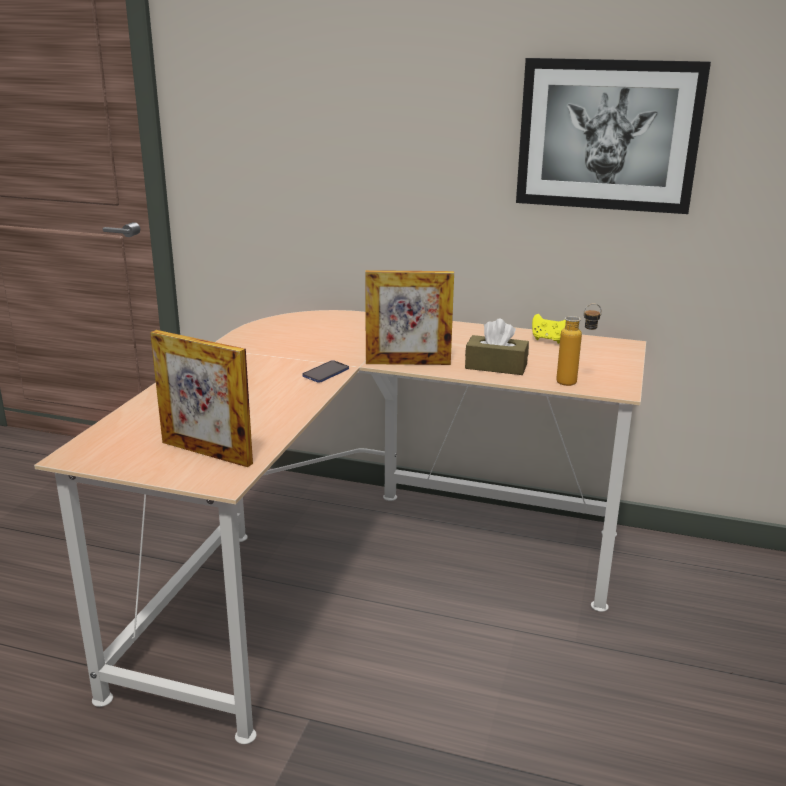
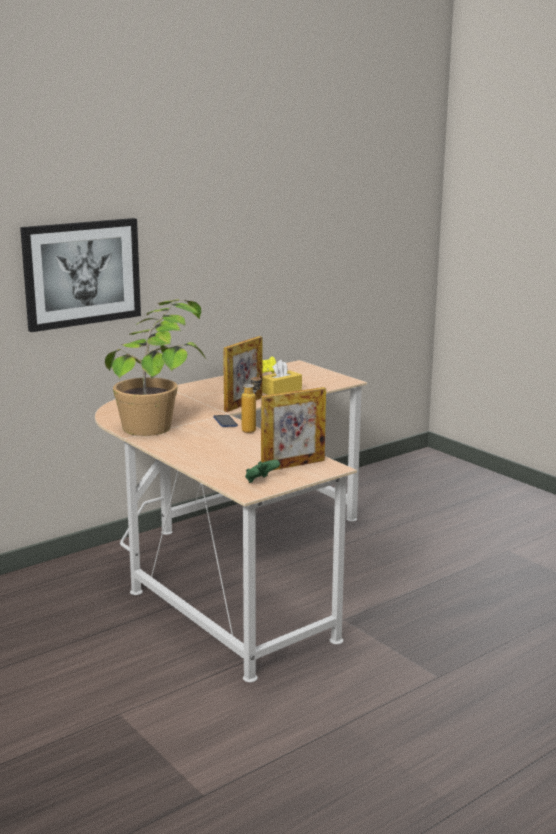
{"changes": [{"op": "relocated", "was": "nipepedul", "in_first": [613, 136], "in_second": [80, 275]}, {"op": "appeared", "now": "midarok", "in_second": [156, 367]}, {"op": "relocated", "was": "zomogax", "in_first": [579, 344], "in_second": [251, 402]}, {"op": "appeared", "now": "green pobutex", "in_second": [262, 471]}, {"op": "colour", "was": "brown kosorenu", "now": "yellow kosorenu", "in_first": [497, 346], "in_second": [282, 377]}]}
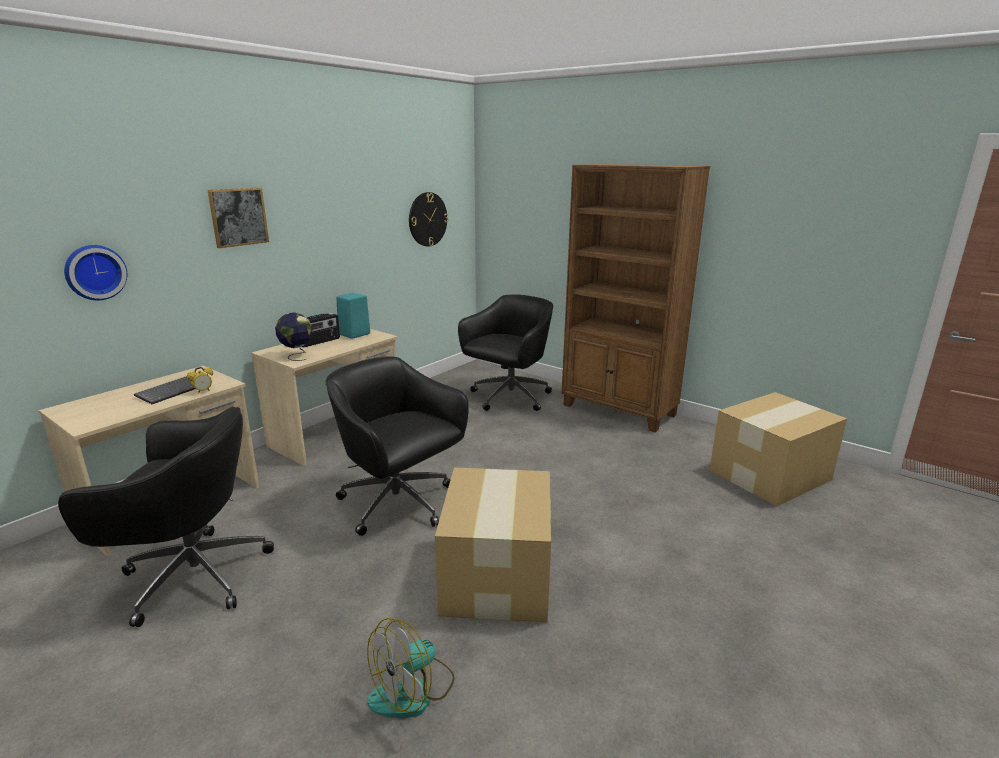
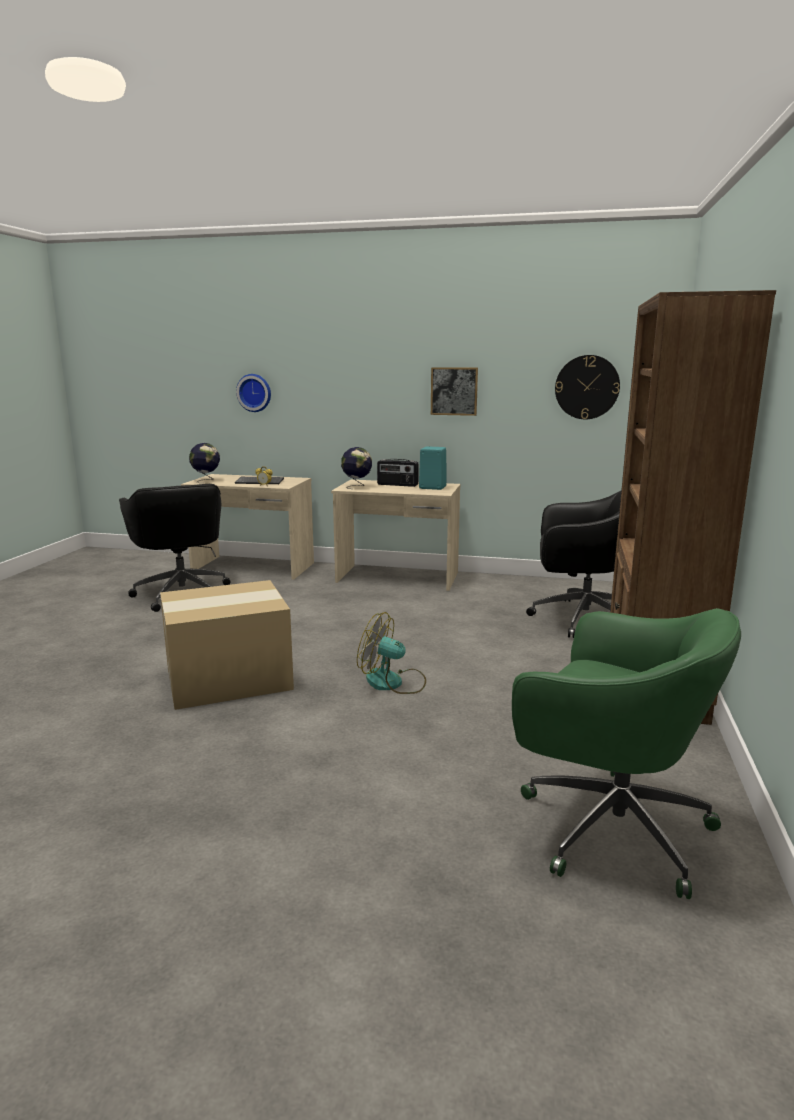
{"changes": [{"op": "appeared", "now": "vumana", "in_second": [204, 463]}, {"op": "relocated", "was": "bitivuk", "in_first": [411, 668], "in_second": [391, 653]}, {"op": "relocated", "was": "nipepedul", "in_first": [238, 217], "in_second": [454, 391]}, {"op": "exchanged", "was": "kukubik", "now": "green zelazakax", "in_first": [778, 449], "in_second": [626, 753]}, {"op": "missing", "was": "black zelazakax", "in_first": [397, 446]}]}
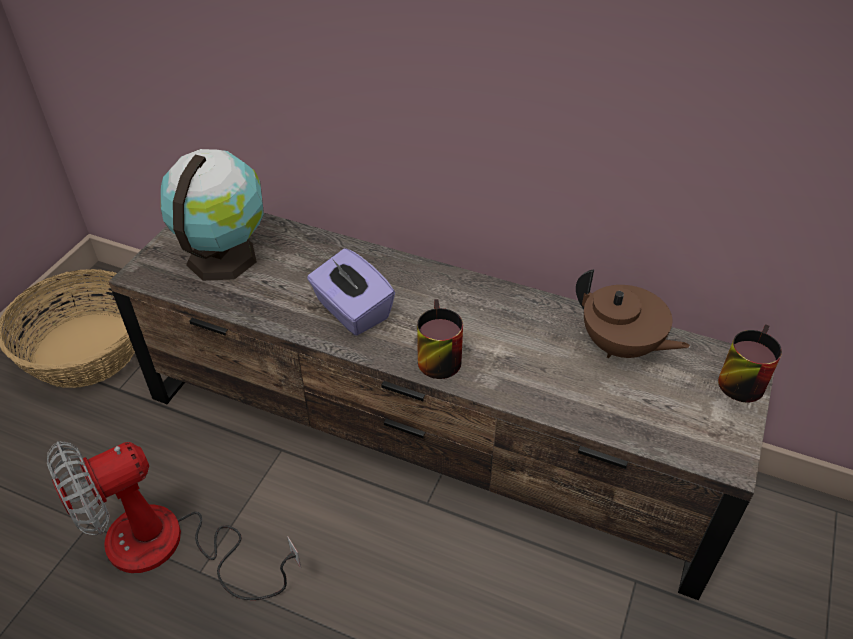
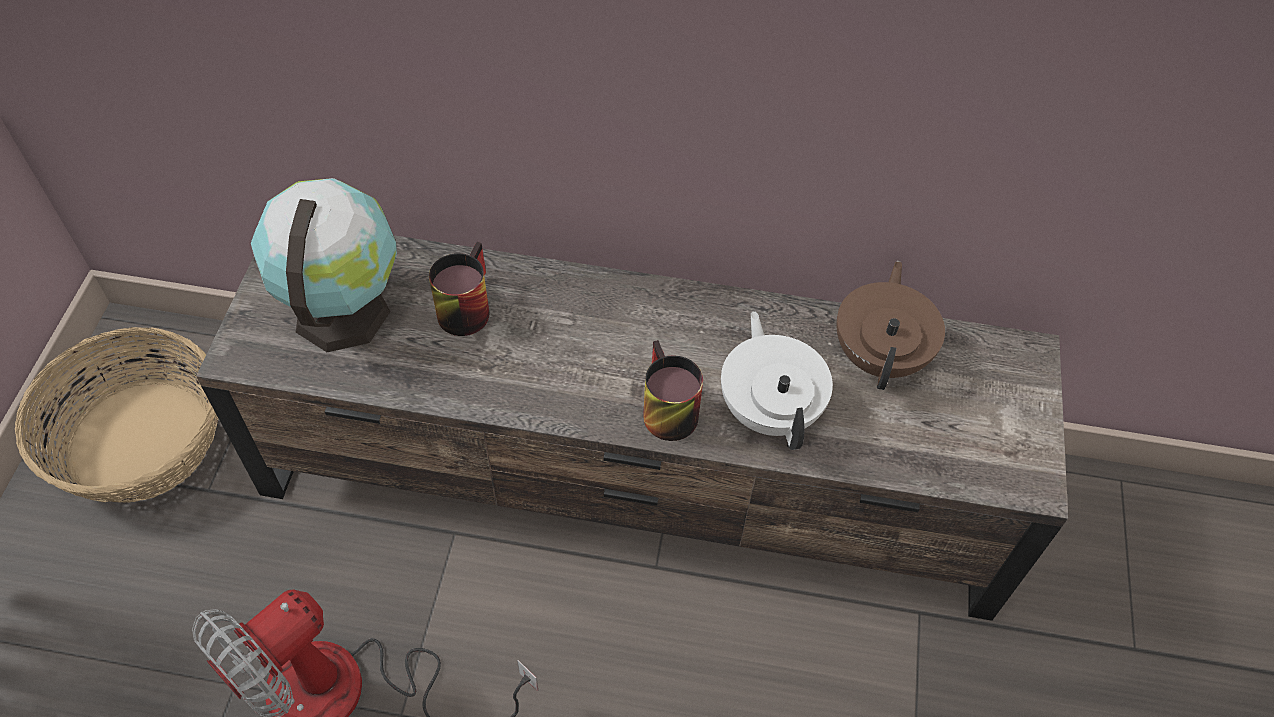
{"changes": [{"op": "relocated", "was": "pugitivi", "in_first": [750, 363], "in_second": [459, 289]}, {"op": "appeared", "now": "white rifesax", "in_second": [777, 380]}, {"op": "spun", "was": "brown rifesax", "in_first": [633, 314], "in_second": [891, 325], "clockwise": -105}, {"op": "missing", "was": "purple kosorenu", "in_first": [351, 292]}]}
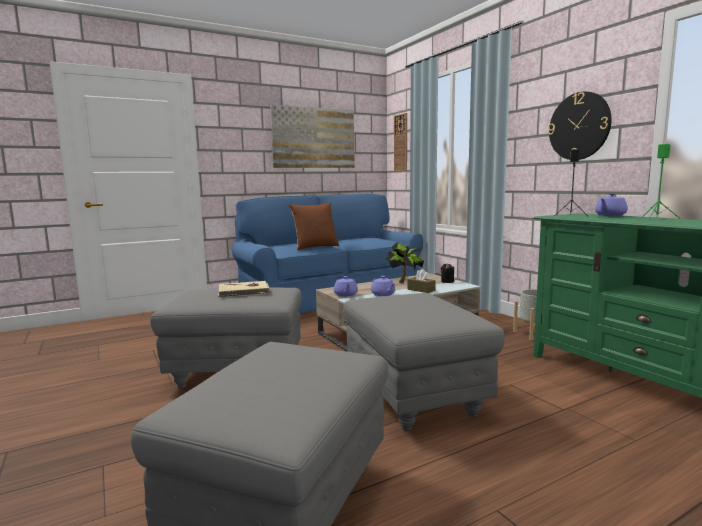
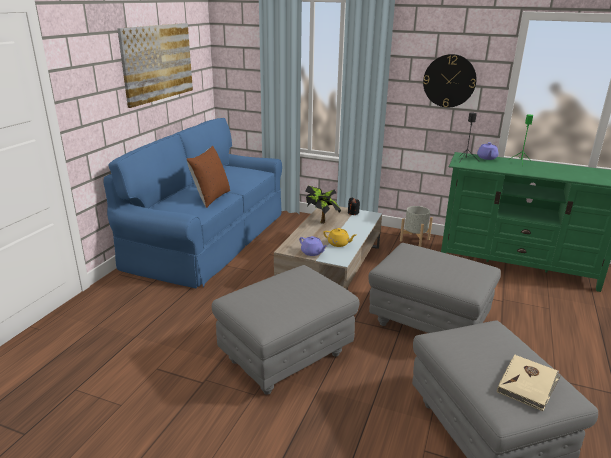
{"changes": [{"op": "colour", "was": "purple rifesax", "now": "yellow rifesax", "in_first": [383, 286], "in_second": [339, 237]}, {"op": "relocated", "was": "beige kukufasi", "in_first": [244, 289], "in_second": [529, 383]}, {"op": "missing", "was": "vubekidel", "in_first": [400, 142]}, {"op": "missing", "was": "brown kosorenu", "in_first": [422, 281]}]}
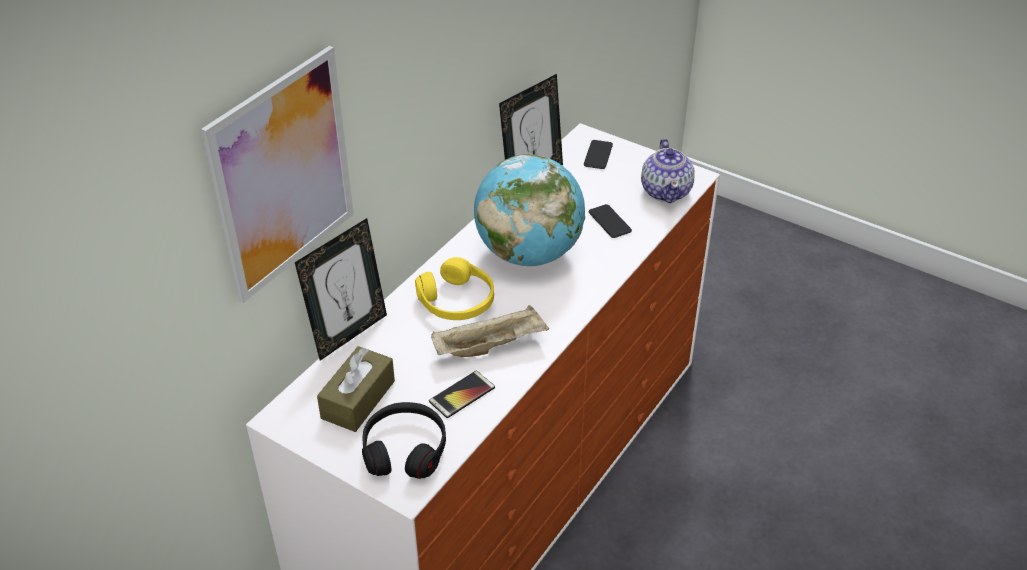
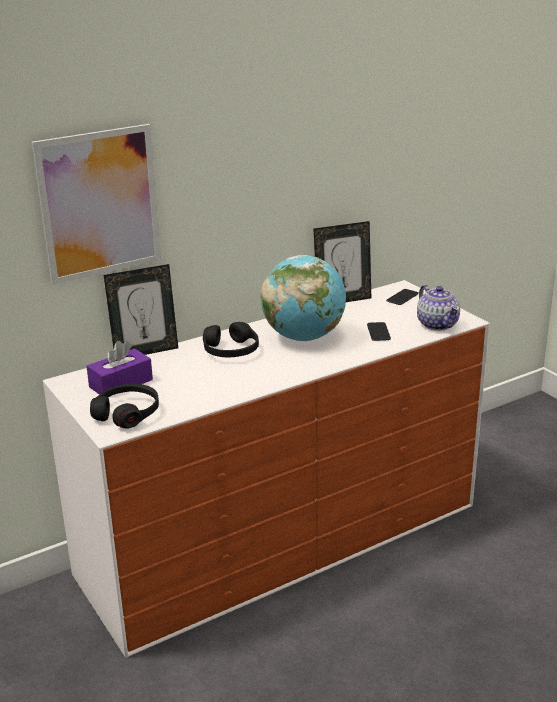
{"changes": [{"op": "colour", "was": "brown kosorenu", "now": "purple kosorenu", "in_first": [356, 389], "in_second": [119, 368]}, {"op": "colour", "was": "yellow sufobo", "now": "black sufobo", "in_first": [454, 288], "in_second": [231, 339]}, {"op": "spun", "was": "rifesax", "in_first": [668, 171], "in_second": [438, 308], "clockwise": -45}, {"op": "missing", "was": "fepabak", "in_first": [462, 394]}, {"op": "missing", "was": "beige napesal", "in_first": [490, 331]}]}
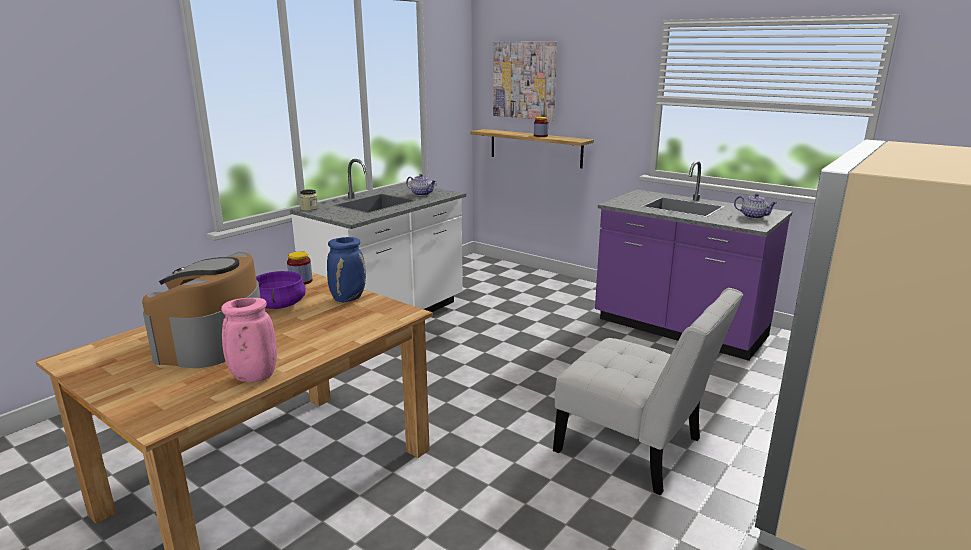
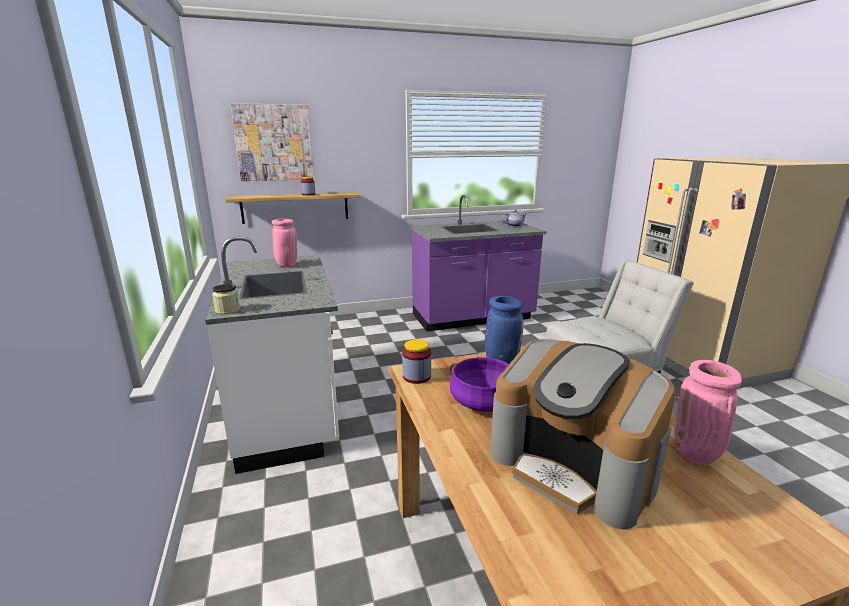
{"changes": [{"op": "exchanged", "was": "rifesax", "now": "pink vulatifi", "in_first": [421, 185], "in_second": [284, 242]}]}
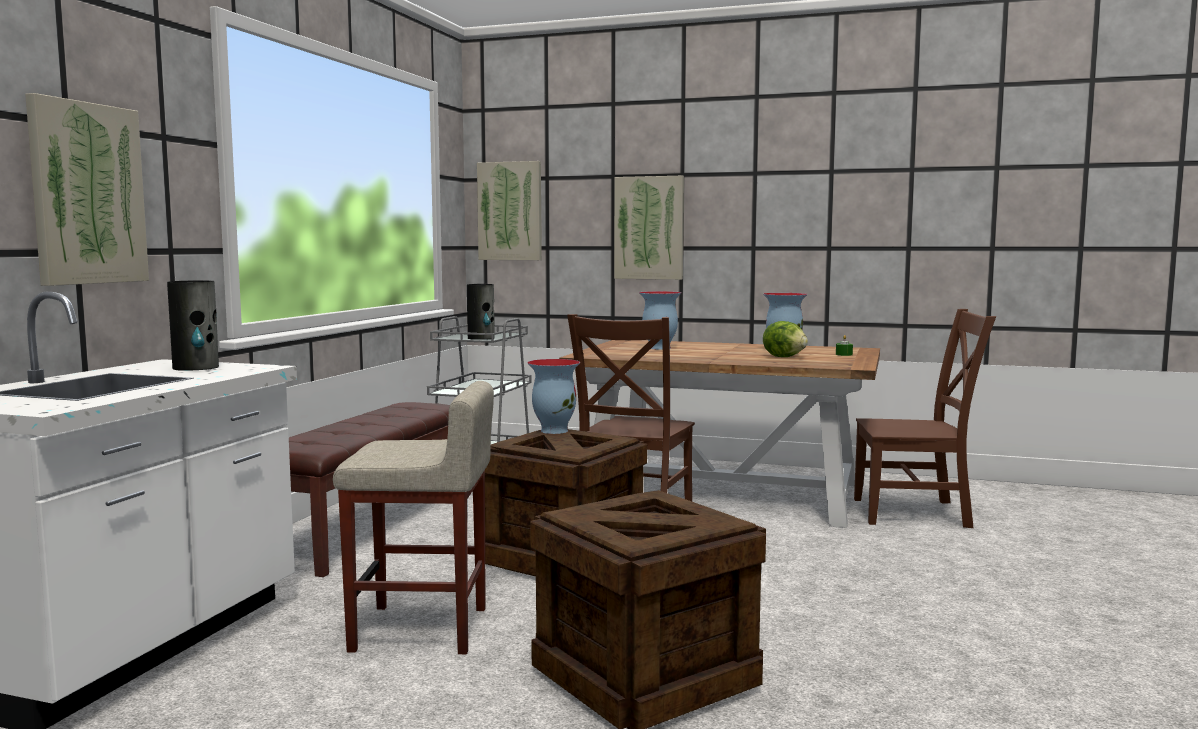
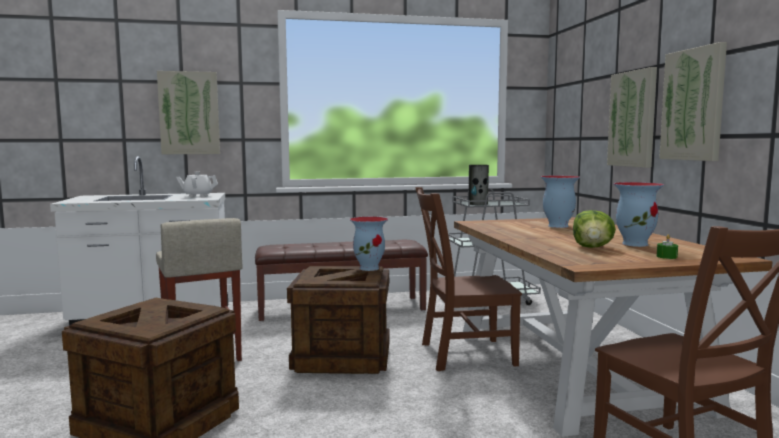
{"changes": [{"op": "exchanged", "was": "vulatifi", "now": "white rifesax", "in_first": [193, 326], "in_second": [197, 184]}, {"op": "relocated", "was": "nipepedul", "in_first": [509, 210], "in_second": [693, 101]}]}
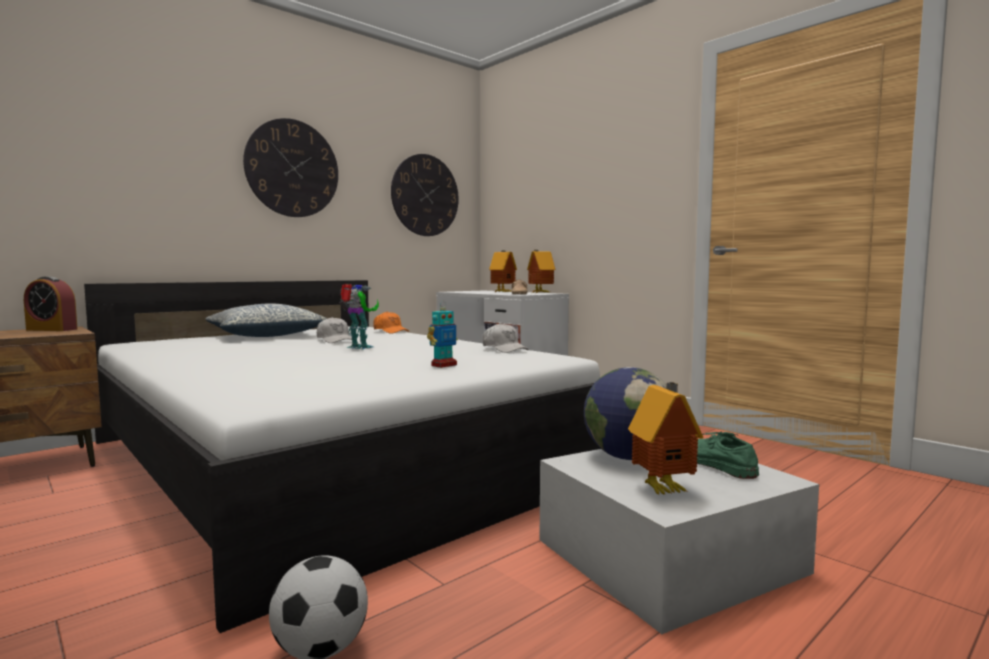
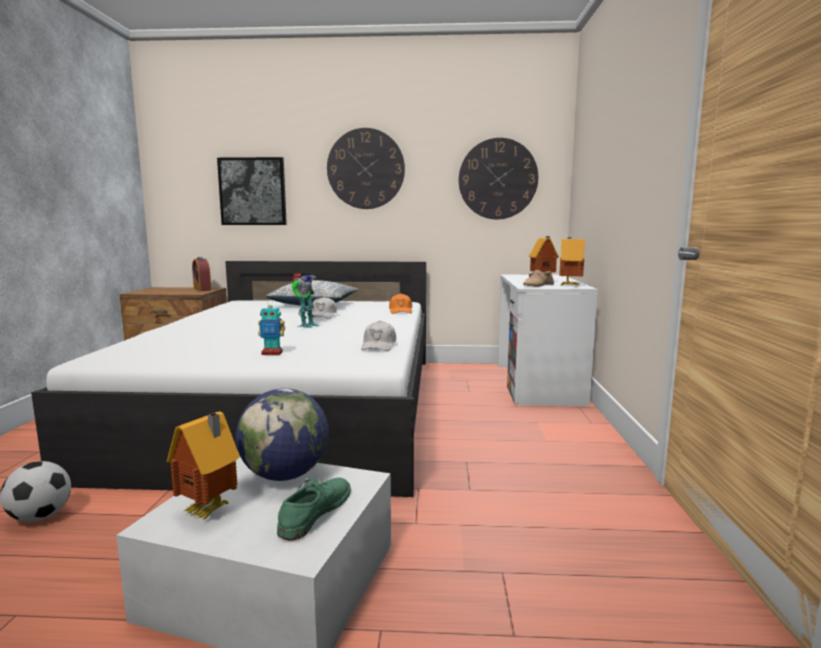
{"changes": [{"op": "appeared", "now": "nipepedul", "in_second": [252, 191]}, {"op": "spun", "was": "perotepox", "in_first": [359, 316], "in_second": [305, 301], "clockwise": 45}]}
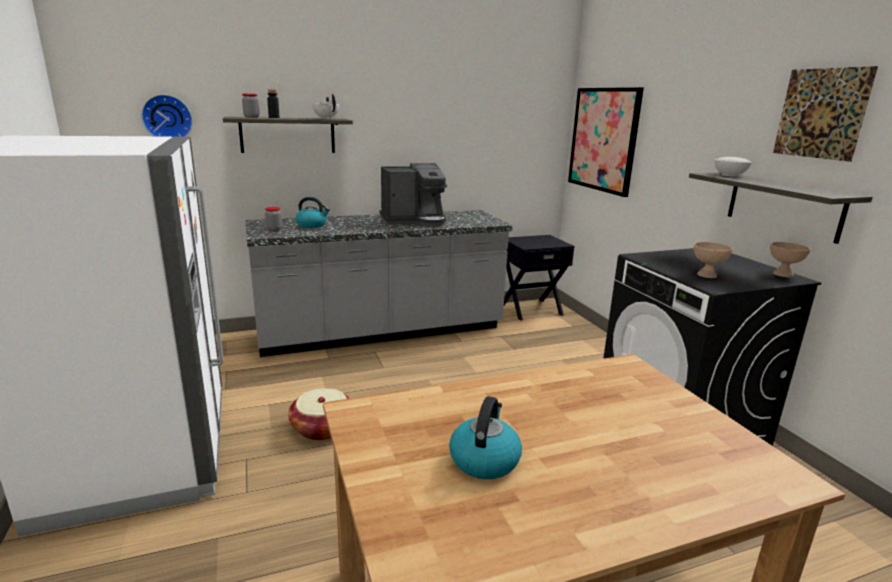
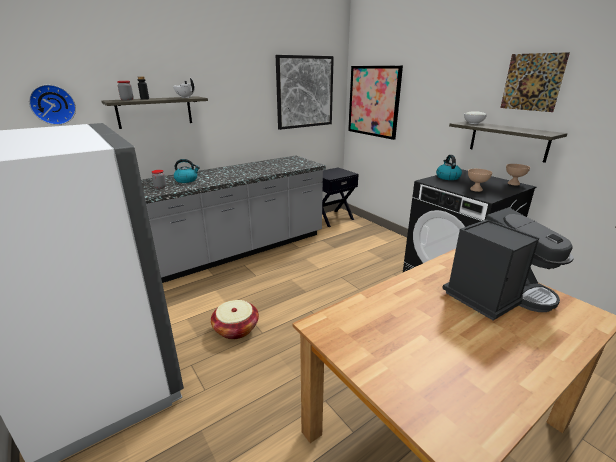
{"changes": [{"op": "appeared", "now": "nipepedul", "in_second": [305, 92]}, {"op": "relocated", "was": "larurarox", "in_first": [485, 437], "in_second": [449, 167]}, {"op": "relocated", "was": "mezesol", "in_first": [413, 195], "in_second": [508, 263]}]}
